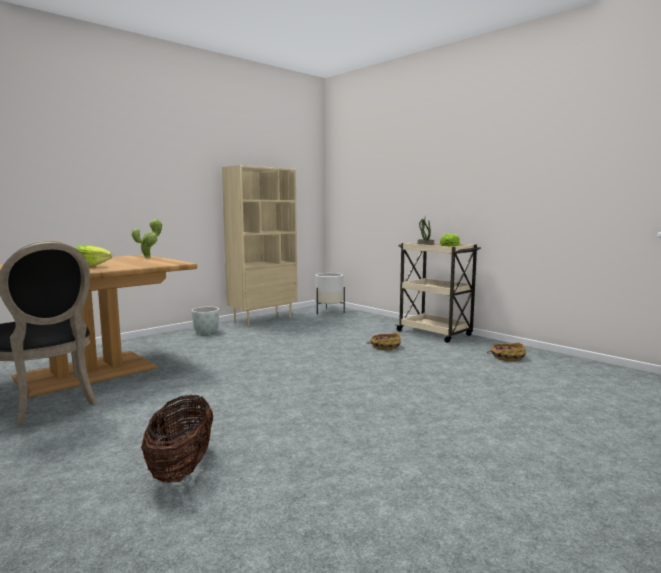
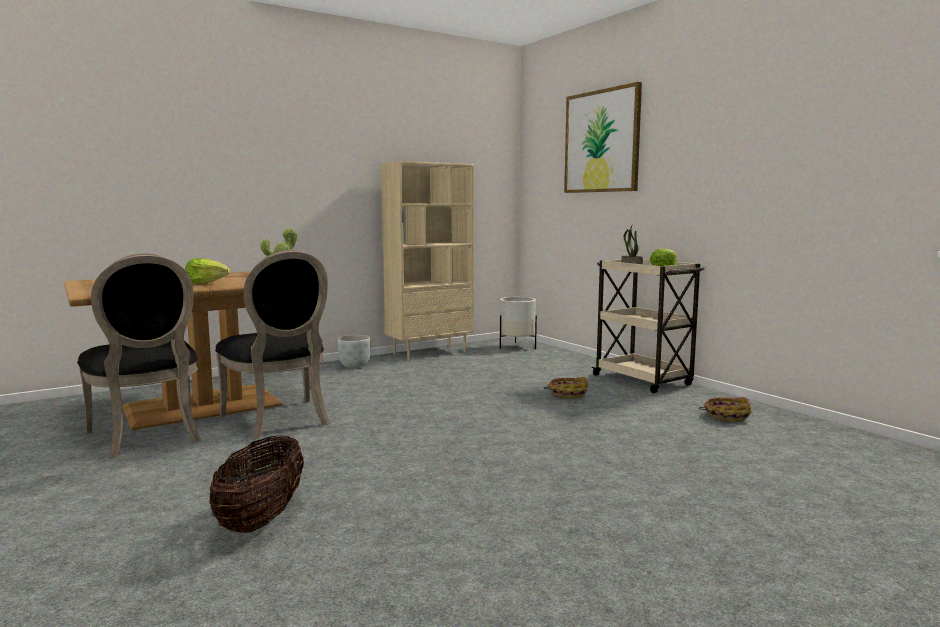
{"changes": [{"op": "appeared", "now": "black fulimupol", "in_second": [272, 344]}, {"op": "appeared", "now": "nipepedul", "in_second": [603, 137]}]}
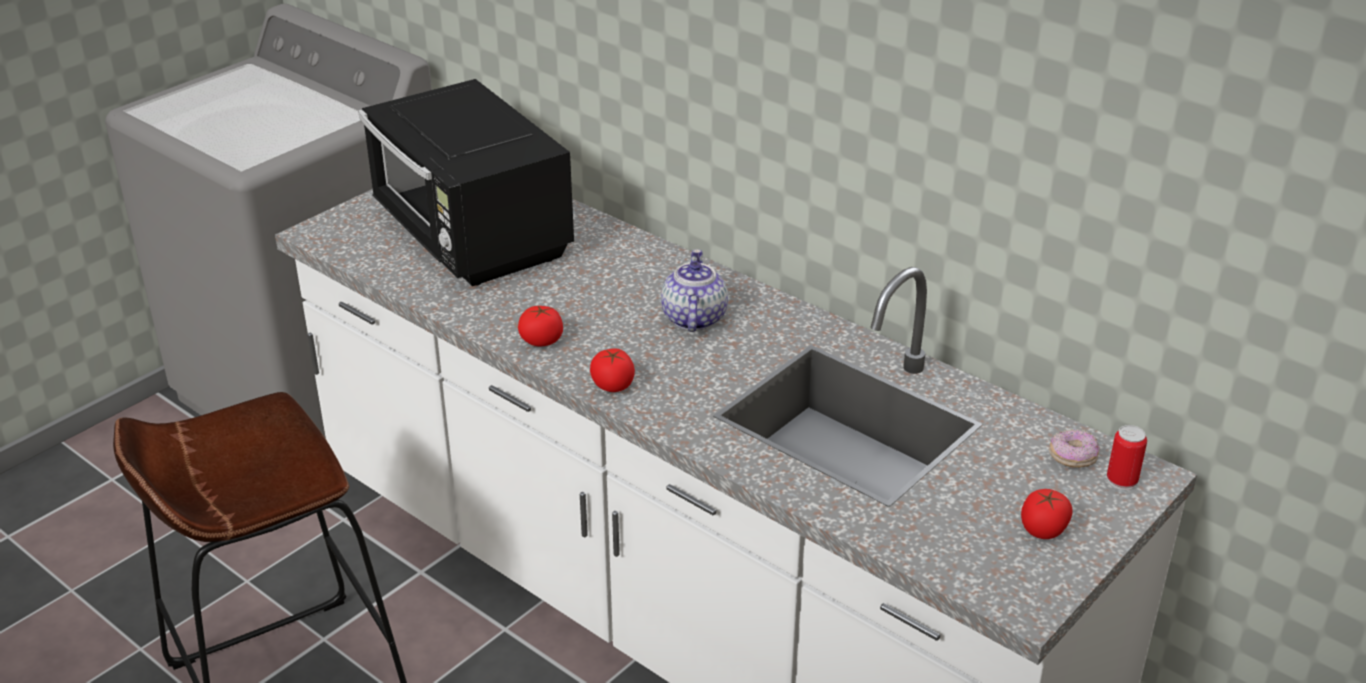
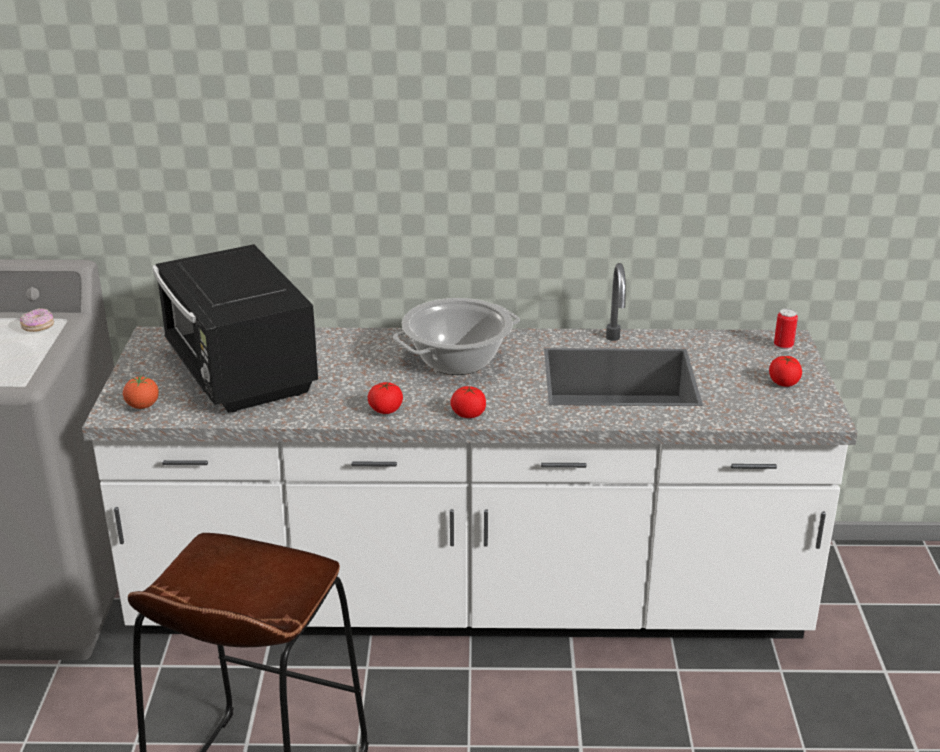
{"changes": [{"op": "relocated", "was": "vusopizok", "in_first": [1074, 448], "in_second": [37, 320]}, {"op": "appeared", "now": "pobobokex", "in_second": [141, 392]}, {"op": "spun", "was": "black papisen", "in_first": [466, 182], "in_second": [235, 328], "clockwise": 45}, {"op": "exchanged", "was": "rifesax", "now": "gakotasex", "in_first": [694, 290], "in_second": [456, 336]}]}
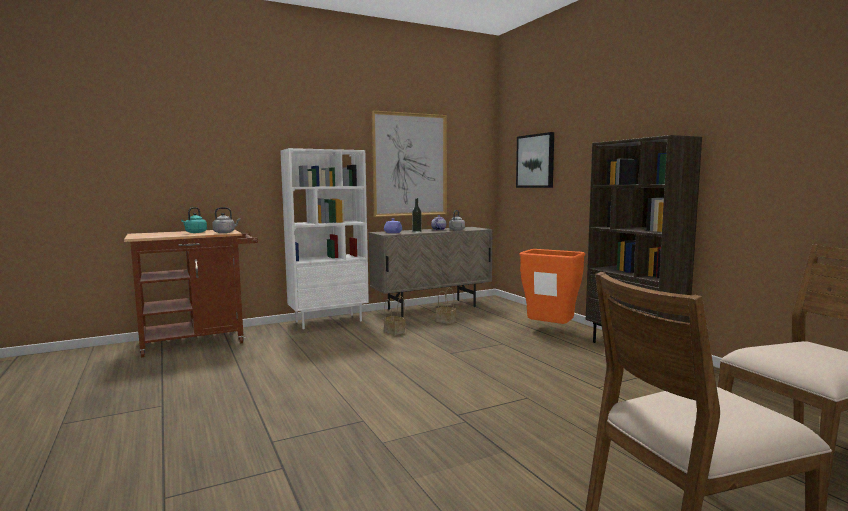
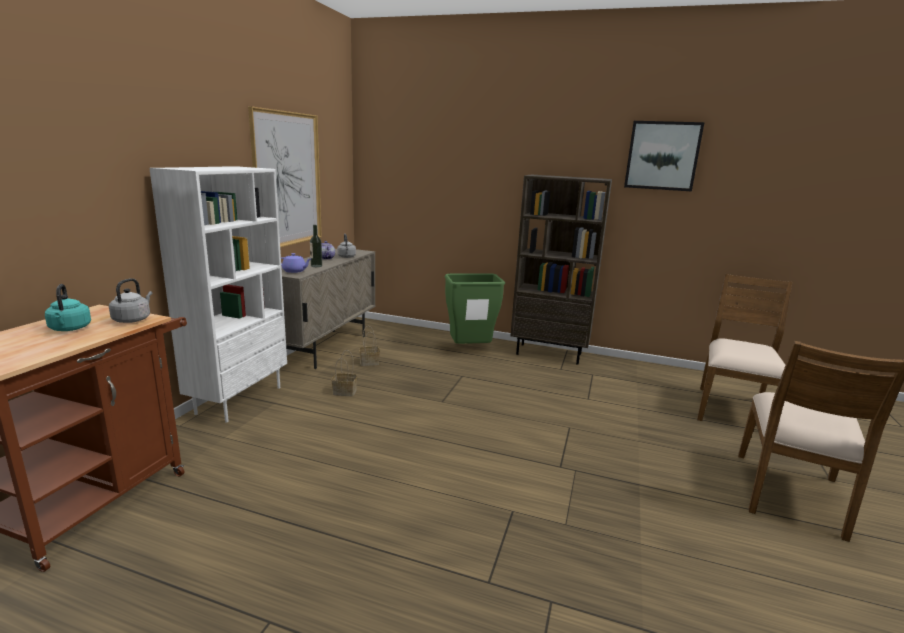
{"changes": [{"op": "colour", "was": "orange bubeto", "now": "green bubeto", "in_first": [552, 286], "in_second": [475, 309]}, {"op": "relocated", "was": "nipepedul", "in_first": [535, 160], "in_second": [664, 156]}]}
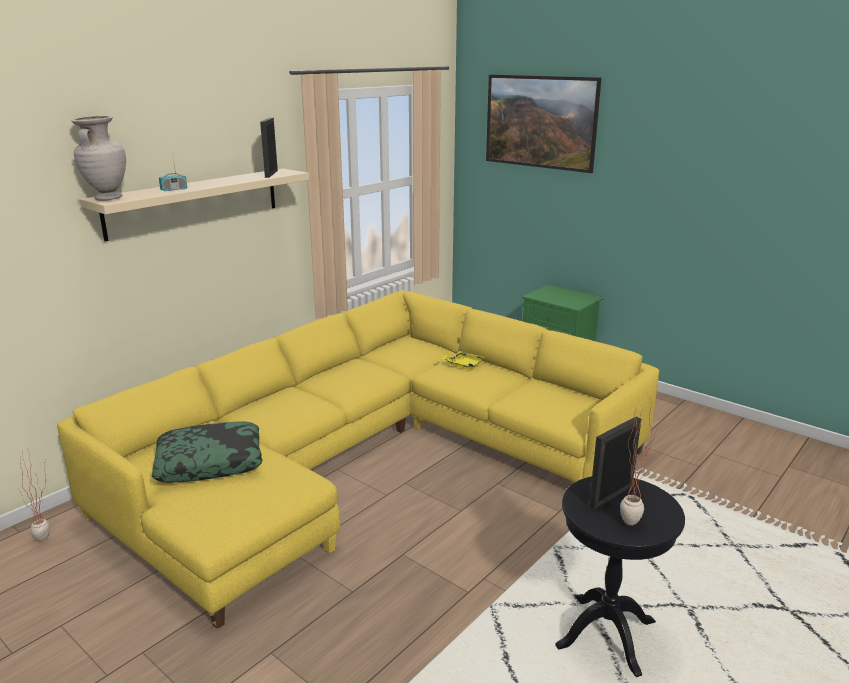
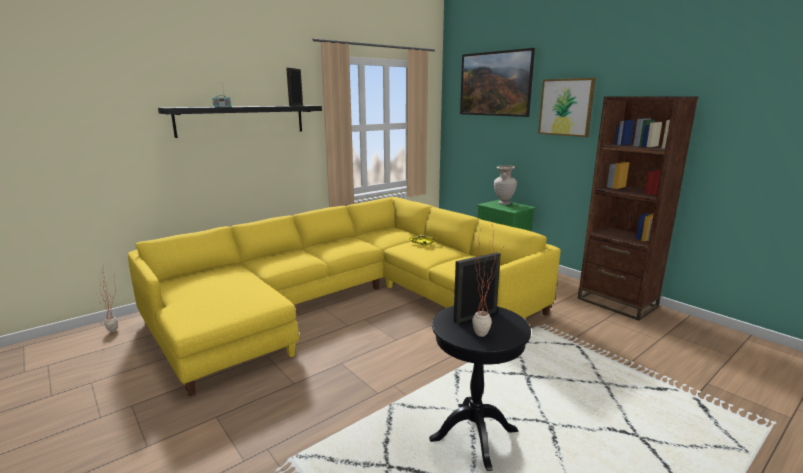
{"changes": [{"op": "colour", "was": "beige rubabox", "now": "black rubabox", "in_first": [194, 205], "in_second": [240, 122]}, {"op": "relocated", "was": "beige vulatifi", "in_first": [98, 158], "in_second": [505, 185]}, {"op": "appeared", "now": "nipepedul", "in_second": [567, 107]}, {"op": "appeared", "now": "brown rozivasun", "in_second": [638, 208]}, {"op": "missing", "was": "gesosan", "in_first": [207, 452]}]}
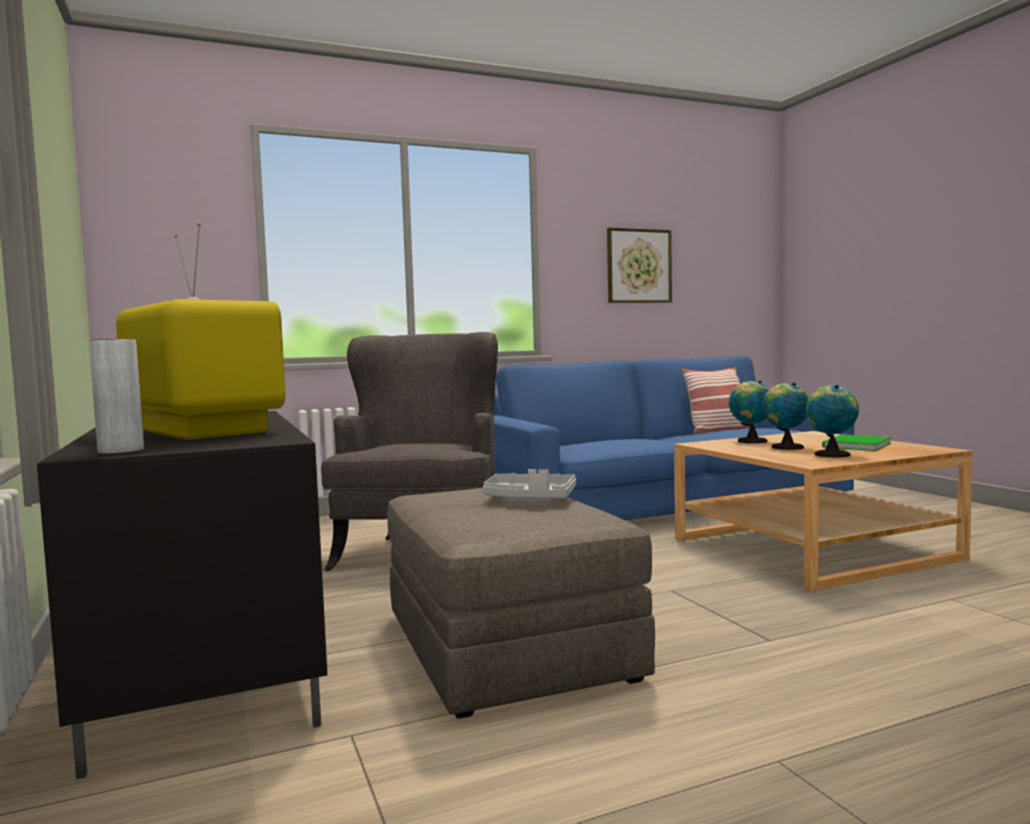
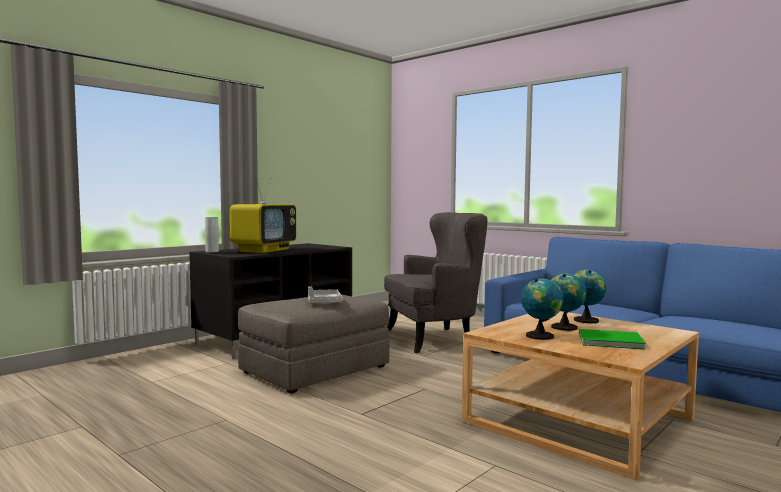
{"changes": [{"op": "missing", "was": "nipepedul", "in_first": [639, 265]}, {"op": "missing", "was": "gesosan", "in_first": [715, 400]}]}
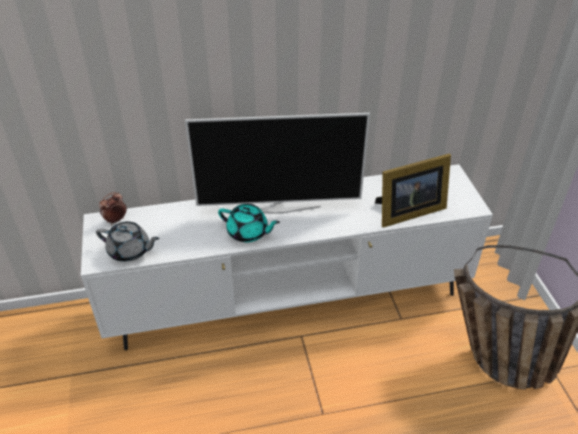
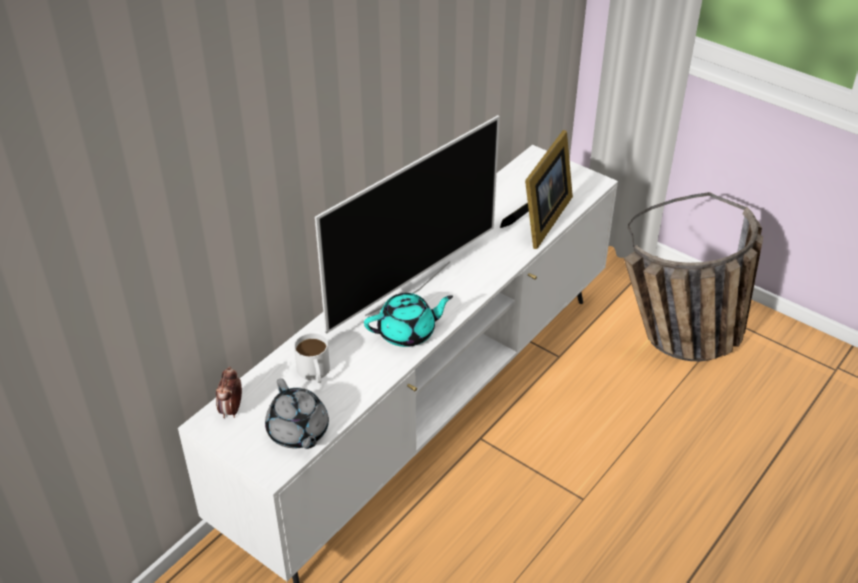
{"changes": [{"op": "spun", "was": "grey rifesax", "in_first": [127, 241], "in_second": [297, 413], "clockwise": 90}, {"op": "appeared", "now": "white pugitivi", "in_second": [312, 358]}]}
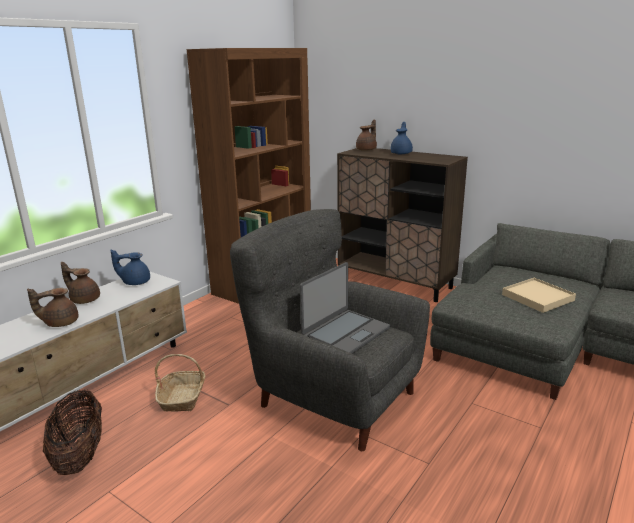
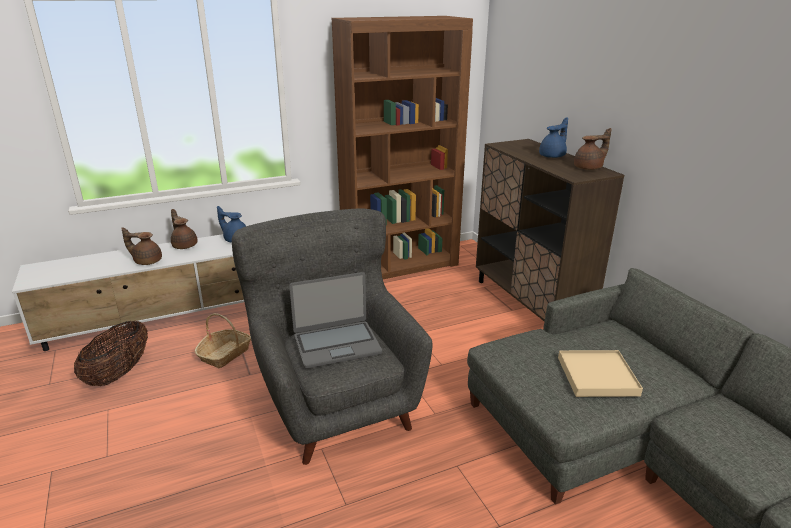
{"changes": [{"op": "relocated", "was": "brown rifesax", "in_first": [366, 135], "in_second": [592, 149]}]}
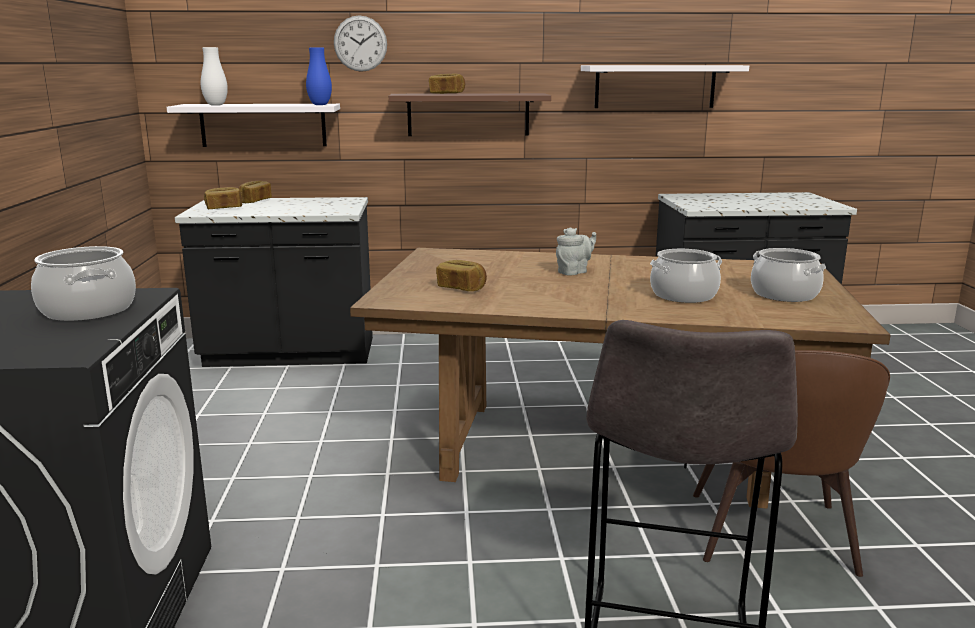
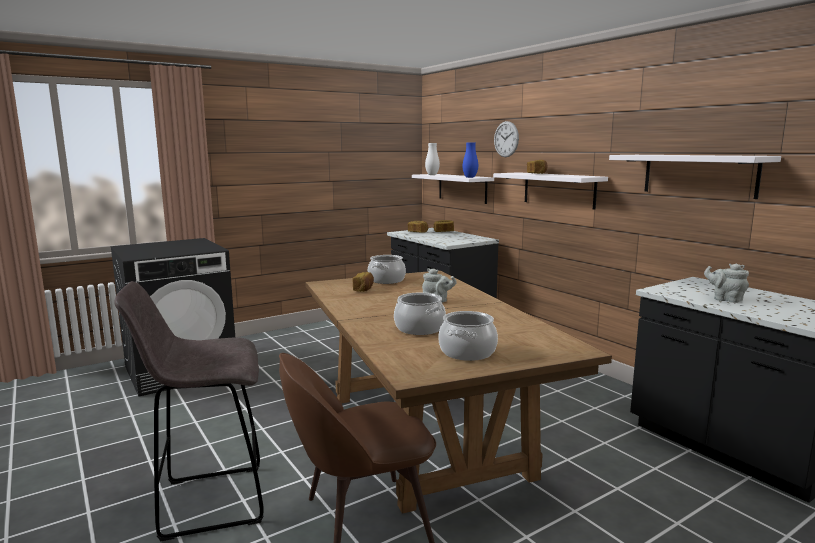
{"changes": [{"op": "relocated", "was": "gakotasex", "in_first": [83, 283], "in_second": [387, 269]}, {"op": "colour", "was": "brown rubabox", "now": "white rubabox", "in_first": [470, 114], "in_second": [550, 191]}, {"op": "appeared", "now": "grey rifesax", "in_second": [726, 283]}]}
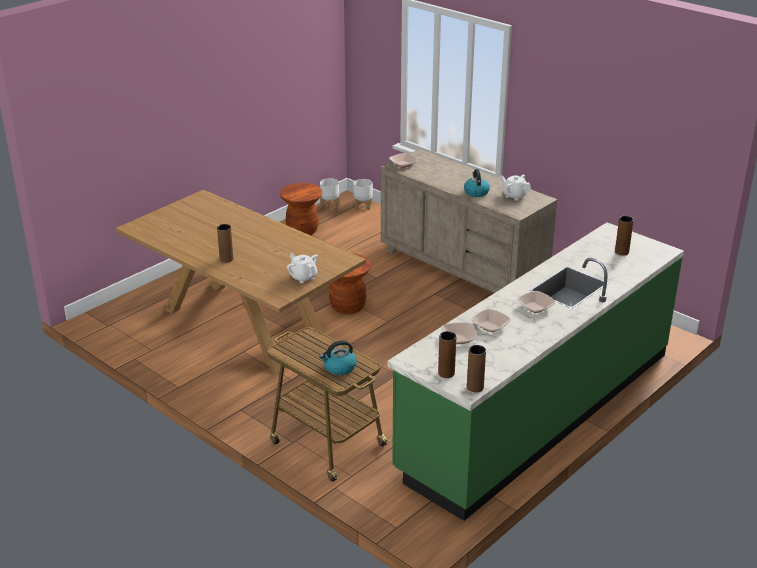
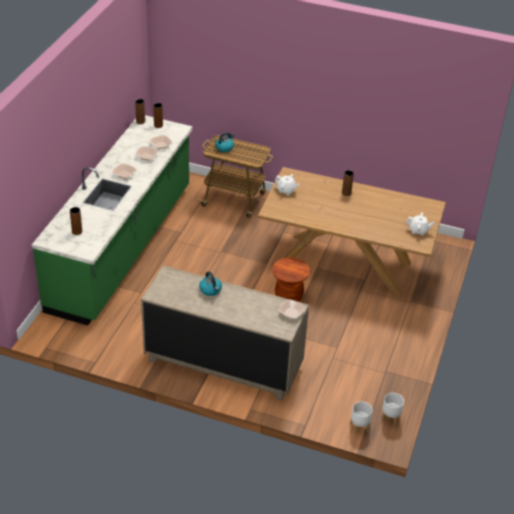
{"changes": [{"op": "relocated", "was": "white rifesax", "in_first": [515, 187], "in_second": [420, 224]}, {"op": "missing", "was": "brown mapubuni", "in_first": [301, 209]}]}
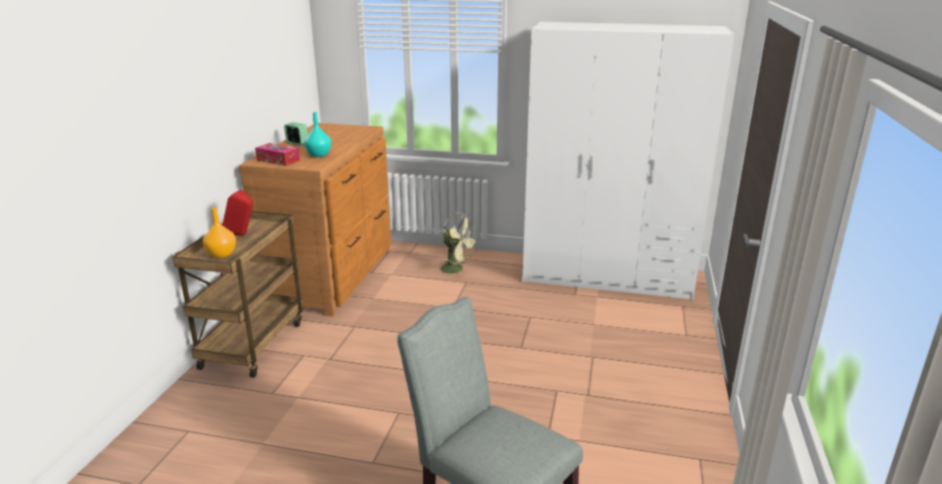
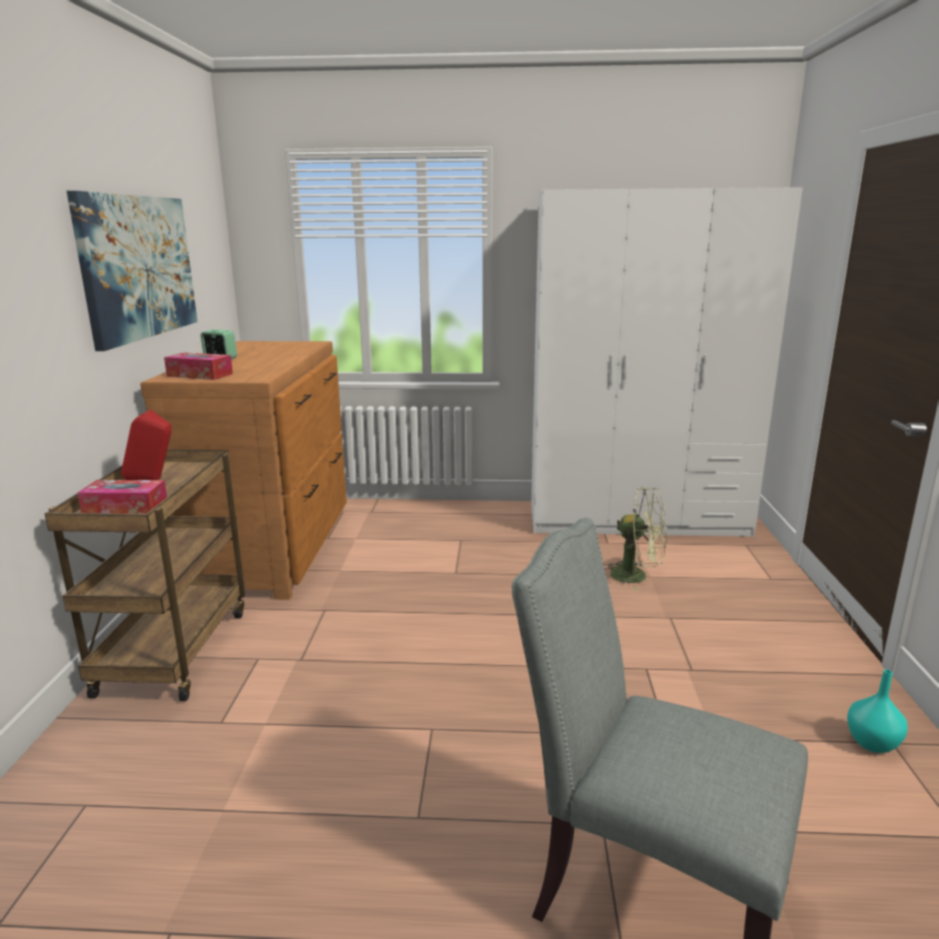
{"changes": [{"op": "appeared", "now": "nipepedul", "in_second": [132, 271]}, {"op": "exchanged", "was": "orange vulatifi", "now": "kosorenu", "in_first": [219, 232], "in_second": [122, 497]}, {"op": "relocated", "was": "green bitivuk", "in_first": [459, 245], "in_second": [635, 539]}, {"op": "relocated", "was": "turquoise vulatifi", "in_first": [317, 134], "in_second": [877, 711]}]}
